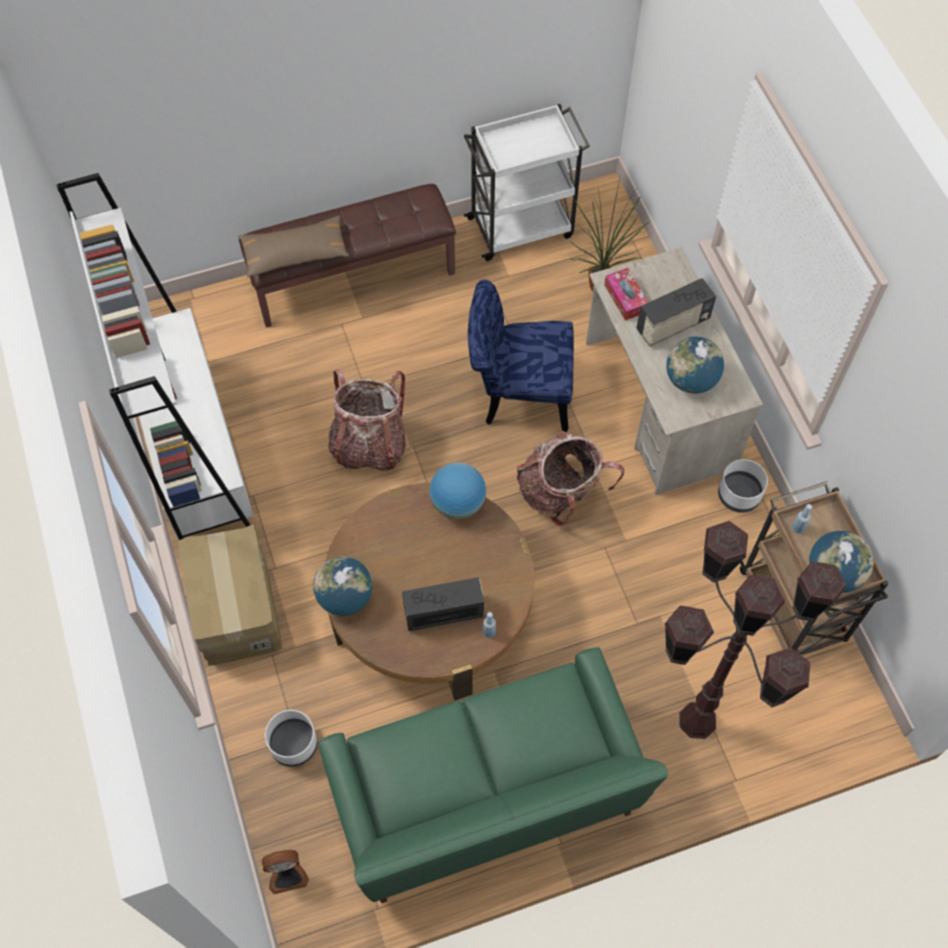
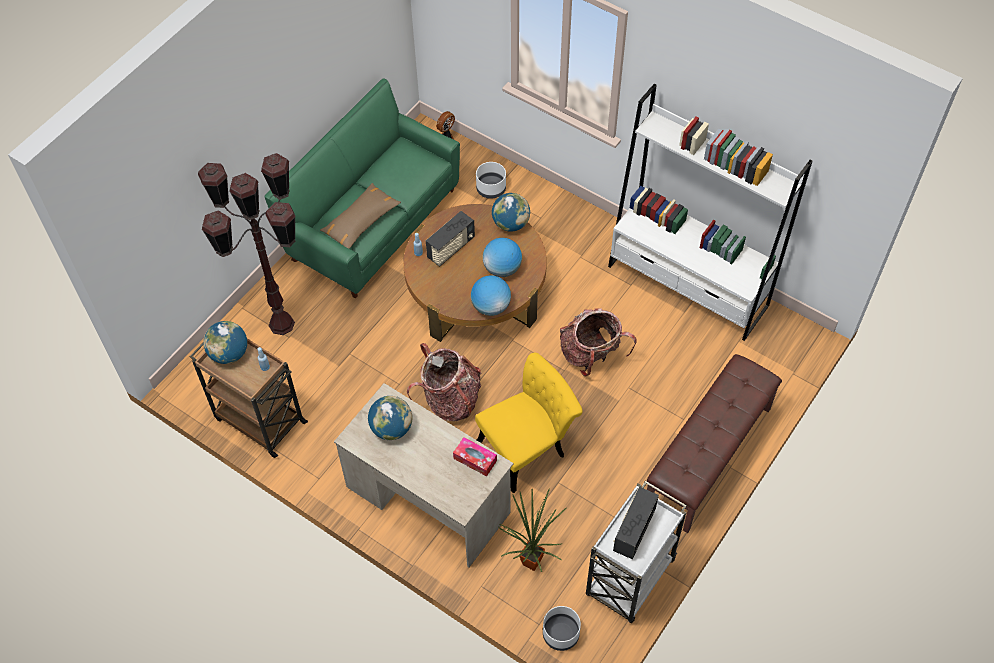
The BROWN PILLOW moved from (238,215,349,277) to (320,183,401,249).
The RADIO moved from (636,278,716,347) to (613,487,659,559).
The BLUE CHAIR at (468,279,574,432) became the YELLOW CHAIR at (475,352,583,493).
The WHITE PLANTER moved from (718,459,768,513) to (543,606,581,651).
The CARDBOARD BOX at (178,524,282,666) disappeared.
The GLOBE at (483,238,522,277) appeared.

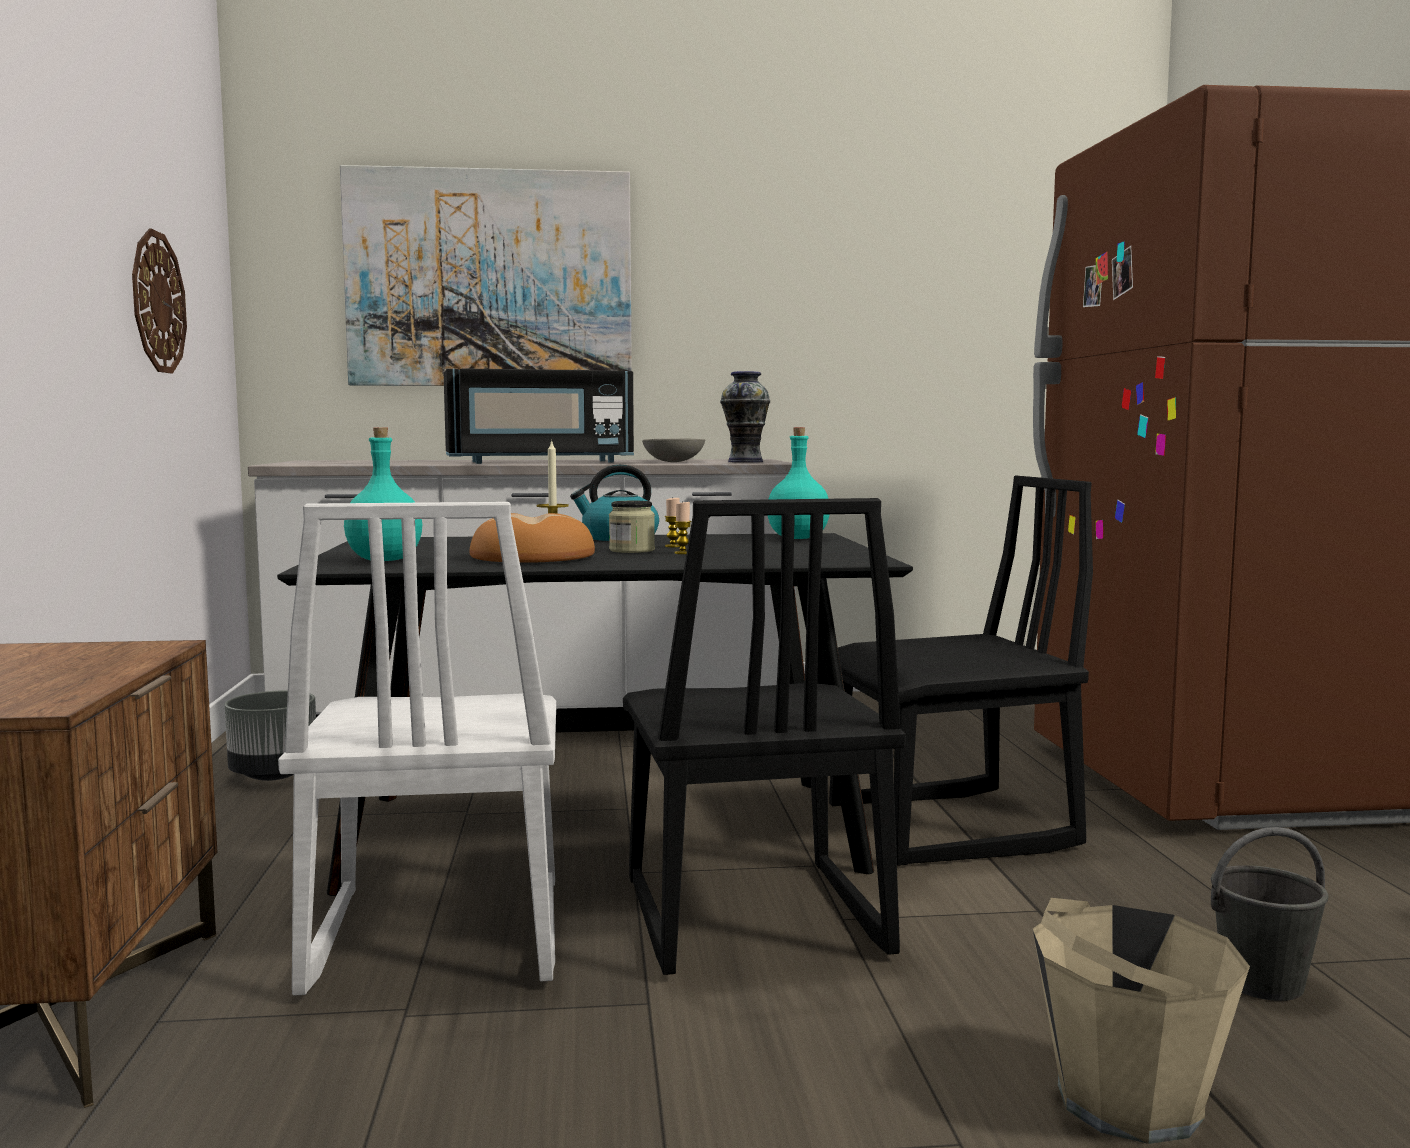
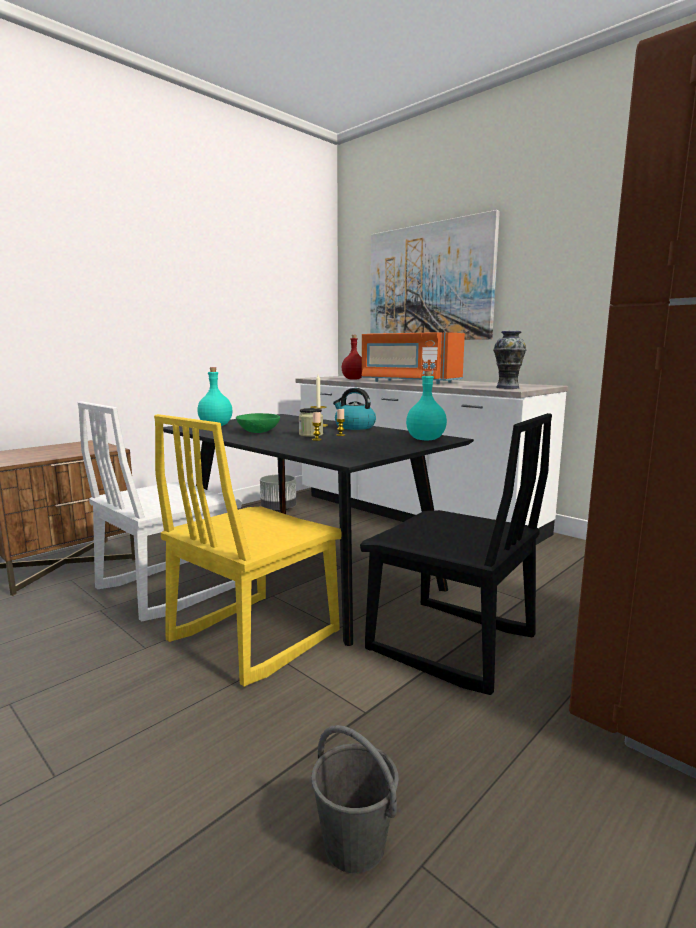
The WALL CLOCK at (132,229,187,373) disappeared.
The BLACK MICROWAVE at (444,368,634,464) became the ORANGE MICROWAVE at (362,332,465,384).
The GREY BOWL at (642,439,705,462) disappeared.
The BLACK CHAIR at (623,498,906,975) became the YELLOW CHAIR at (154,414,341,687).
The BREAD at (469,513,595,563) was replaced by the GREEN BOWL at (236,413,280,433).
The BEIGE BUCKET at (1033,898,1250,1144) disappeared.
The RED BOTTLE at (342,335,362,380) appeared.

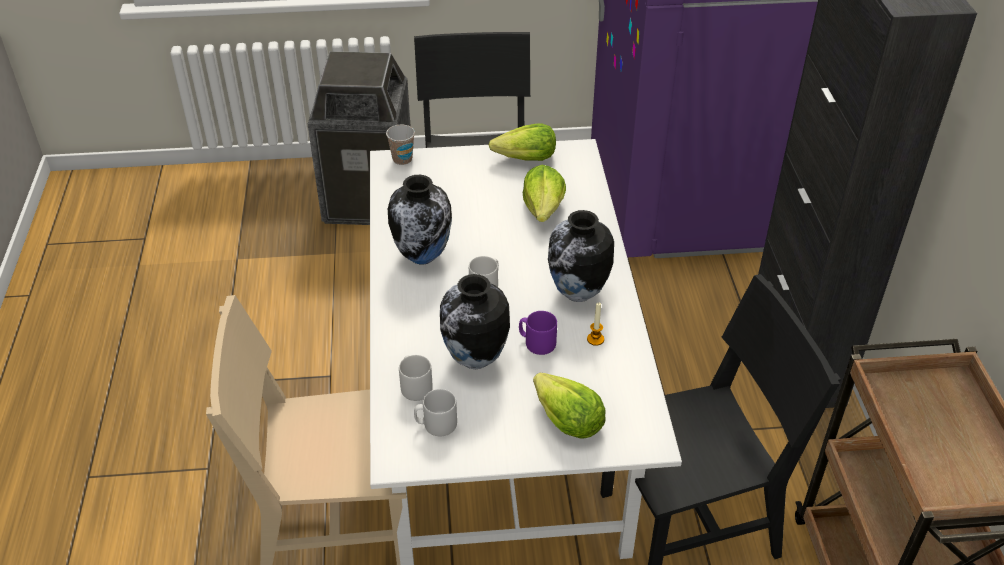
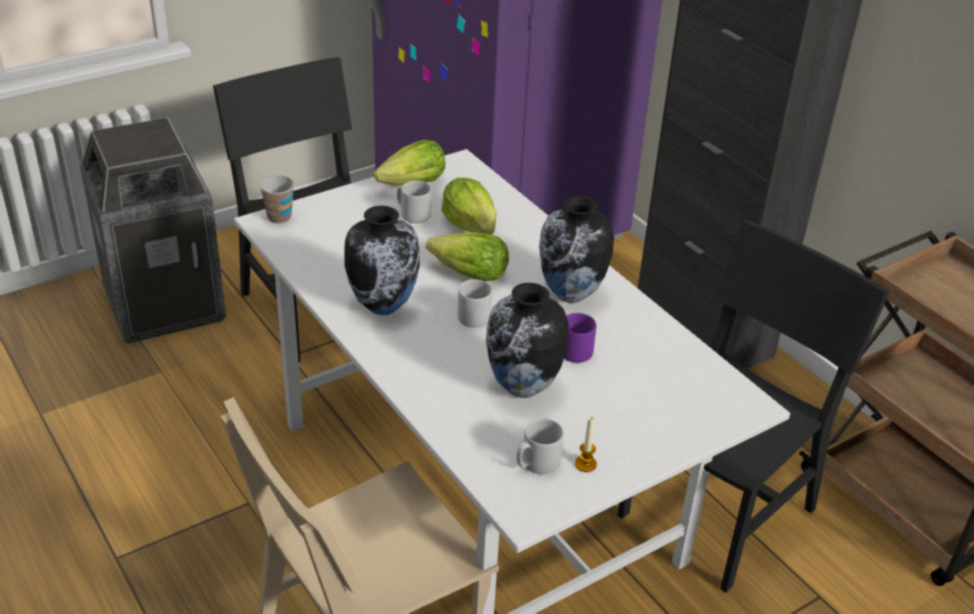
The CANDLE moved from (587,303,604,346) to (575,417,597,472).
The GREY MUG moved from (399,355,433,401) to (397,181,432,223).
The LETTUCE moved from (533,373,606,439) to (426,232,509,281).

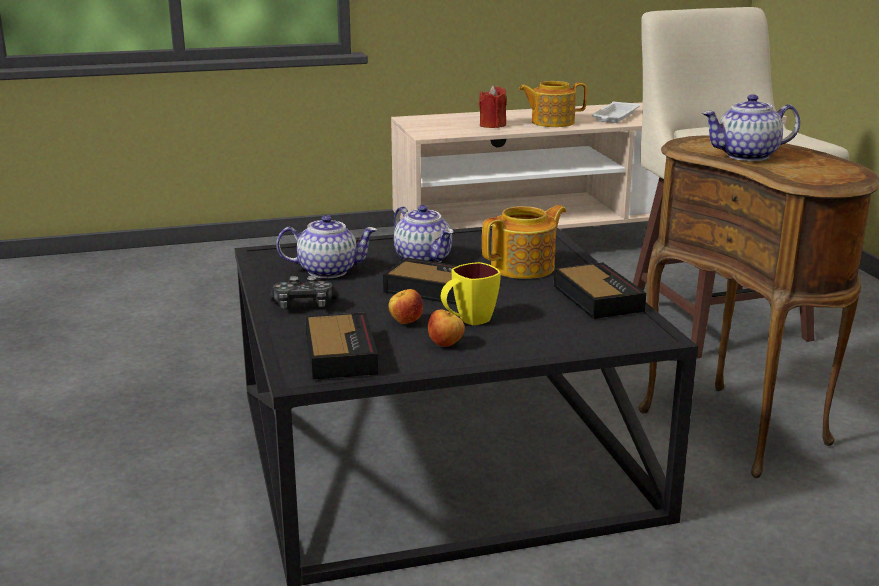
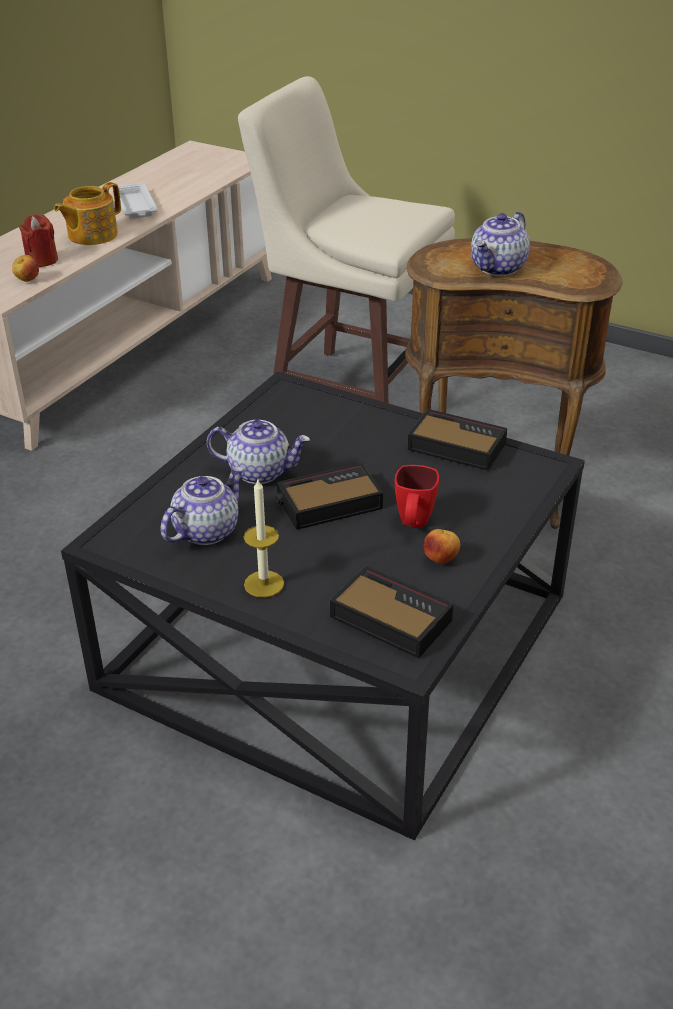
The TEAPOT at (482,205,566,279) disappeared.
The YELLOW MUG at (441,262,501,325) became the RED MUG at (395,465,439,527).
The GAME CONTROLLER at (270,276,339,308) was replaced by the CANDLE at (244,480,284,598).
The APPLE moved from (389,289,423,324) to (12,255,39,282).

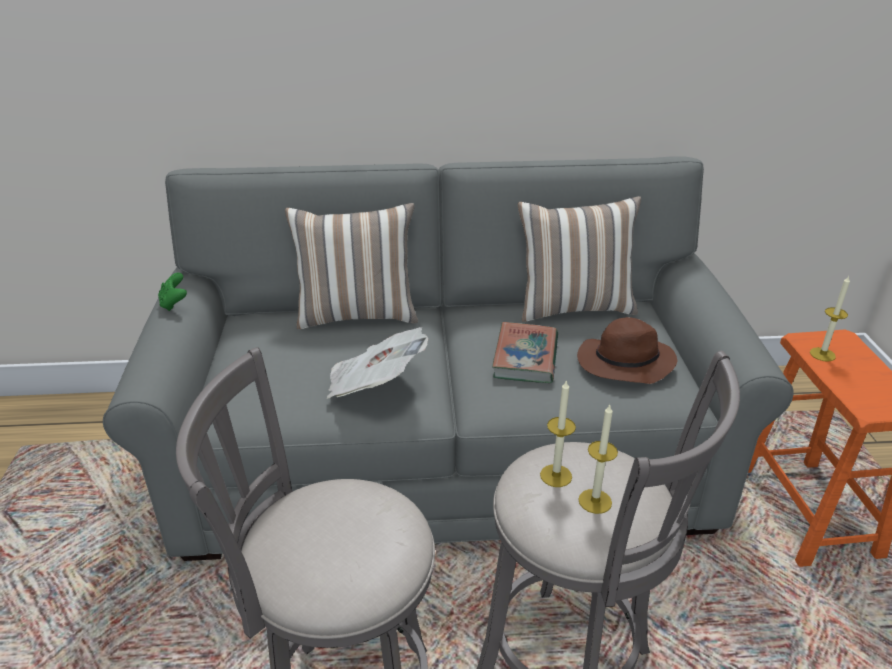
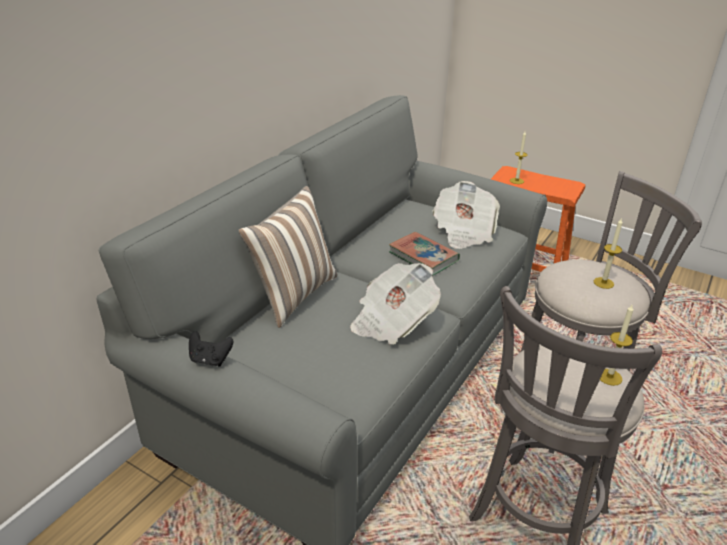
The PILLOW at (518,196,641,322) disappeared.
The GREEN GAME CONTROLLER at (158,273,187,311) became the BLACK GAME CONTROLLER at (189,331,233,366).
The BROWN HAT at (577,317,677,384) was replaced by the NEWSPAPER at (433,181,500,249).
The CANDLE moved from (540,380,576,487) to (600,305,633,386).

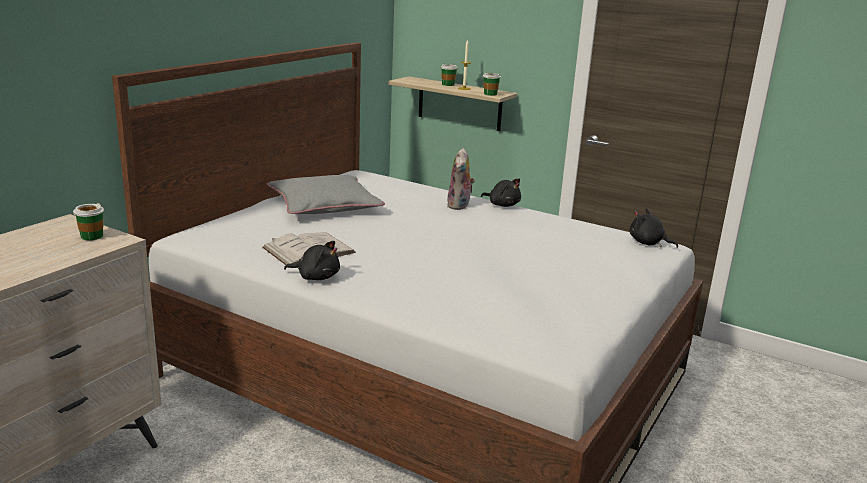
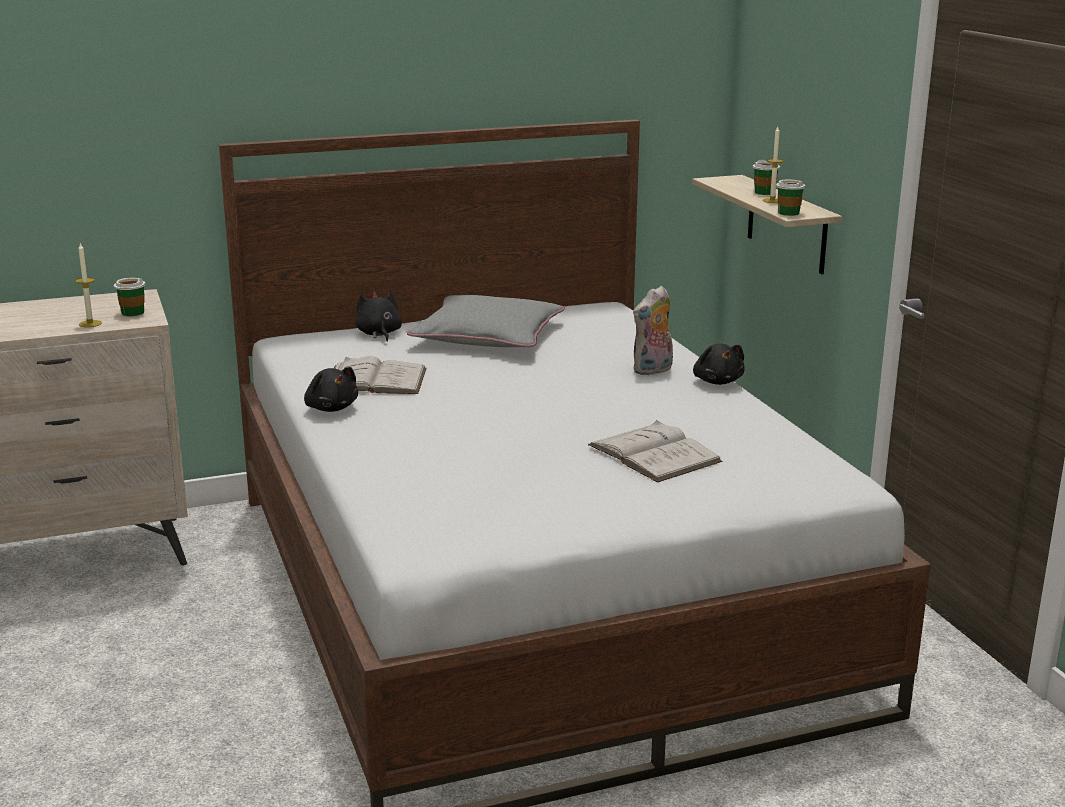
The BLACK PLUSH TOY moved from (629,208,678,248) to (356,291,402,342).
The CANDLE at (75,244,102,327) appeared.
The WHITE BOOK at (588,420,722,482) appeared.

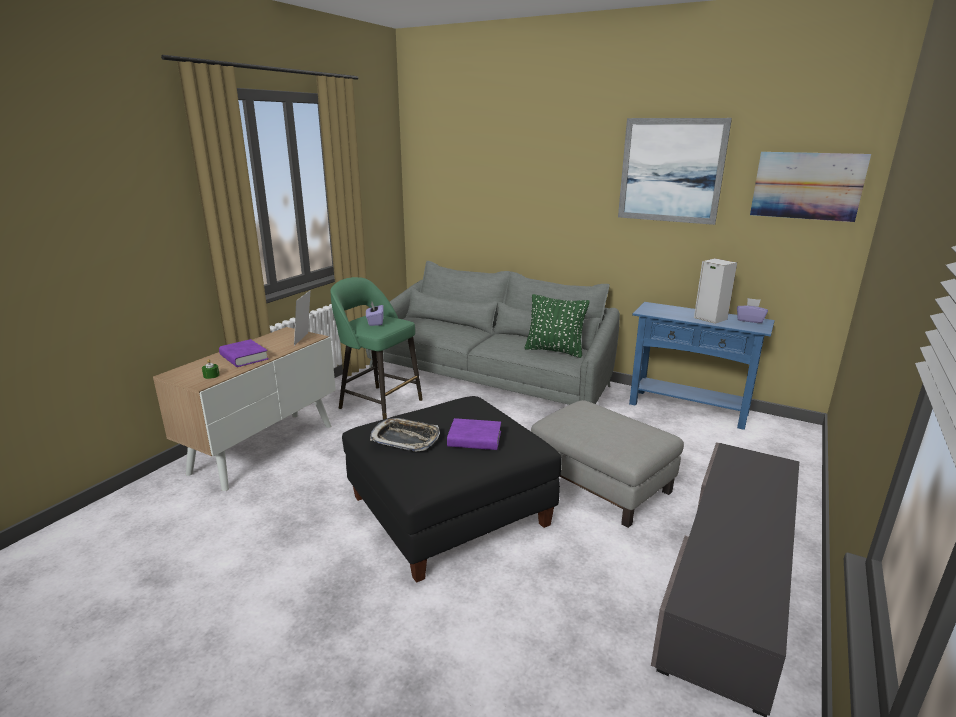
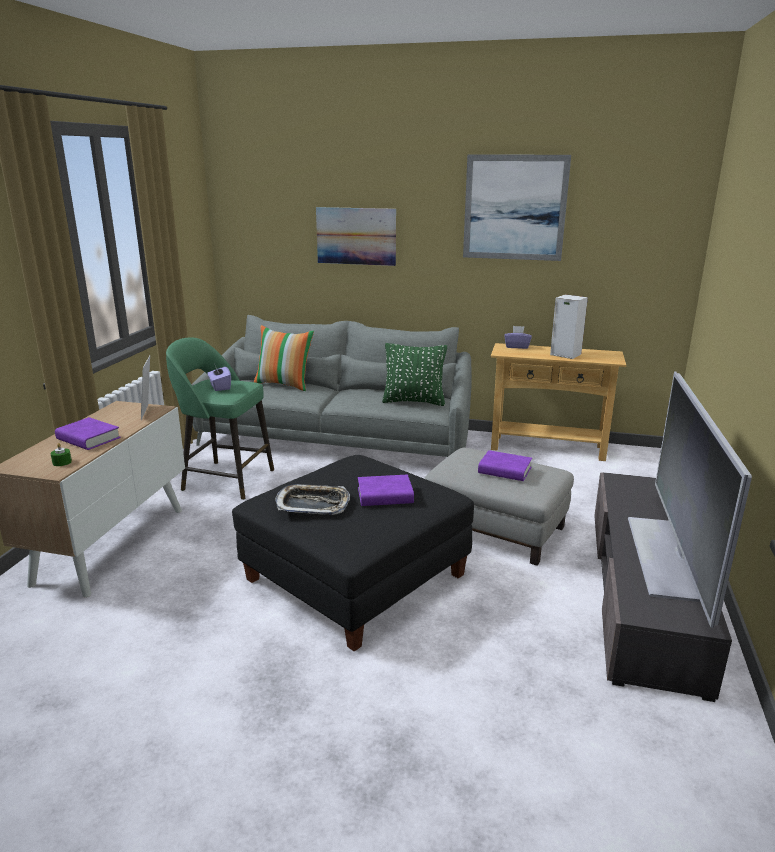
The PICTURE moved from (750,152,871,222) to (316,207,396,266).
The PURPLE TISSUE BOX moved from (737,298,768,323) to (504,326,532,349).
The BLUE CONSOLE TABLE at (629,302,775,430) became the BEIGE CONSOLE TABLE at (490,343,626,461).
The PILLOW at (254,325,314,391) appeared.
The TELEVISION at (628,372,752,628) appeared.
The PURPLE BOOK at (478,450,532,481) appeared.

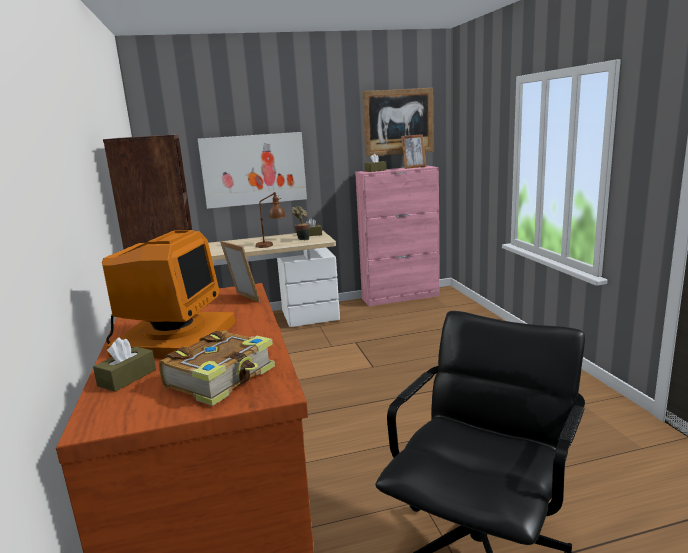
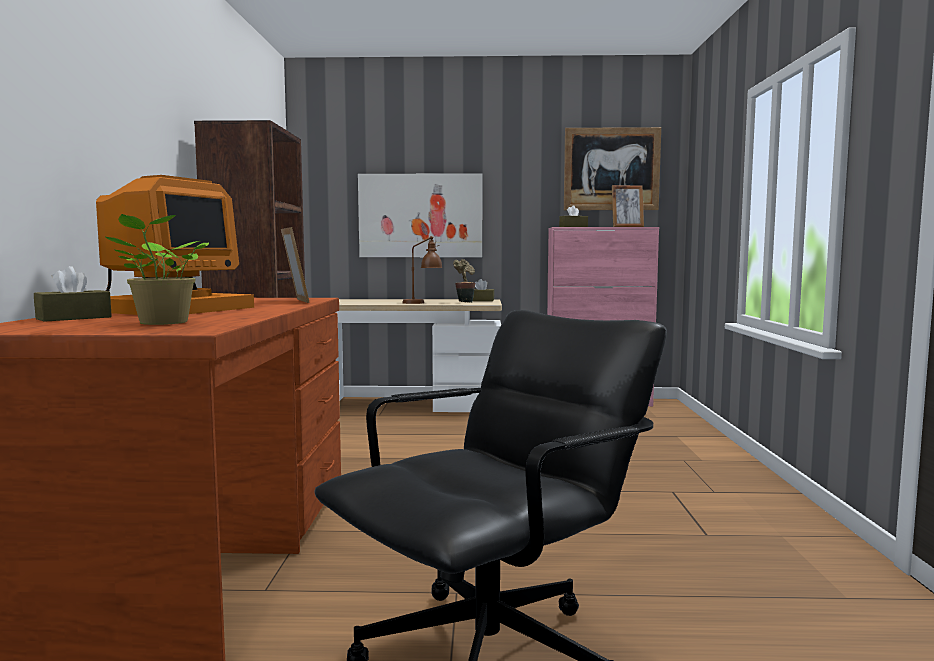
The BOOK at (159,330,275,406) was replaced by the POTTED PLANT at (104,214,209,325).

